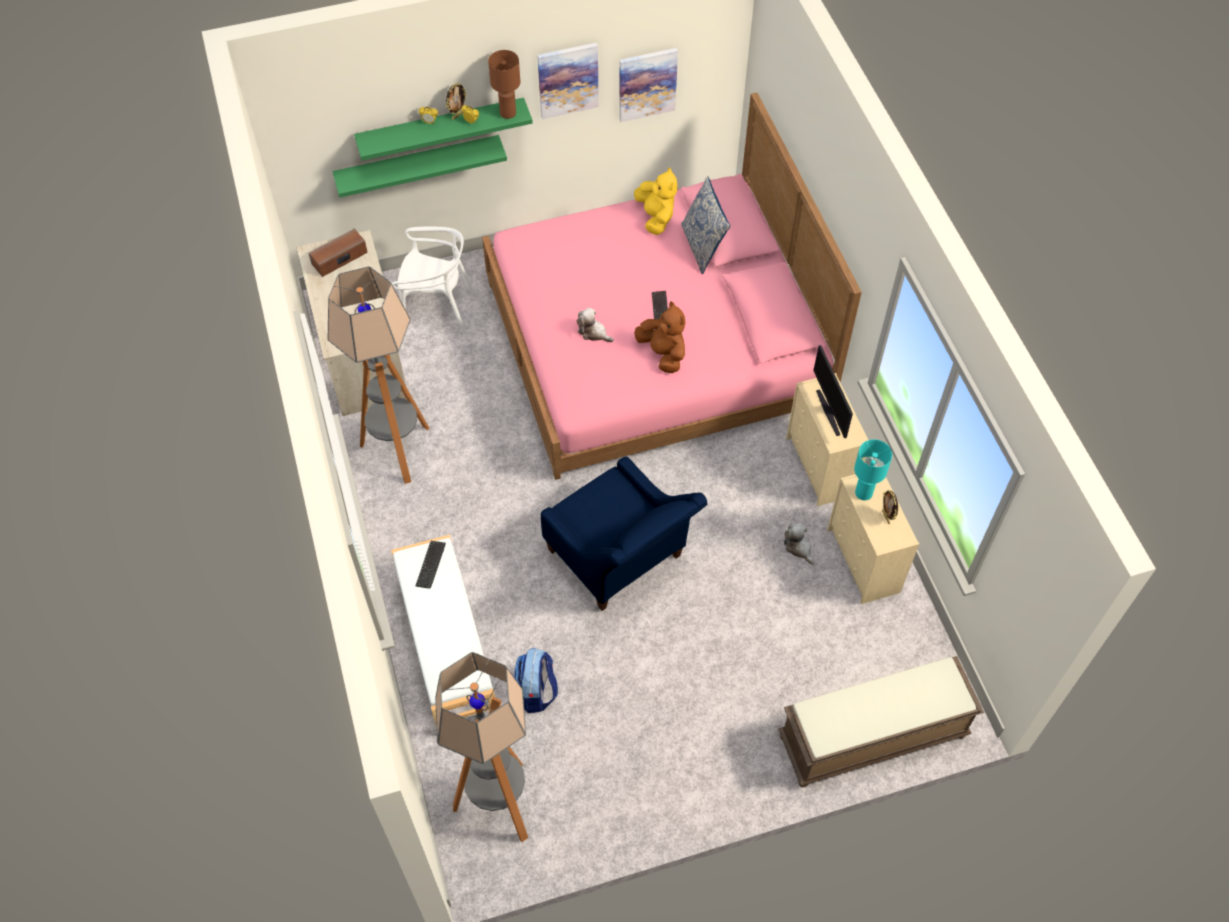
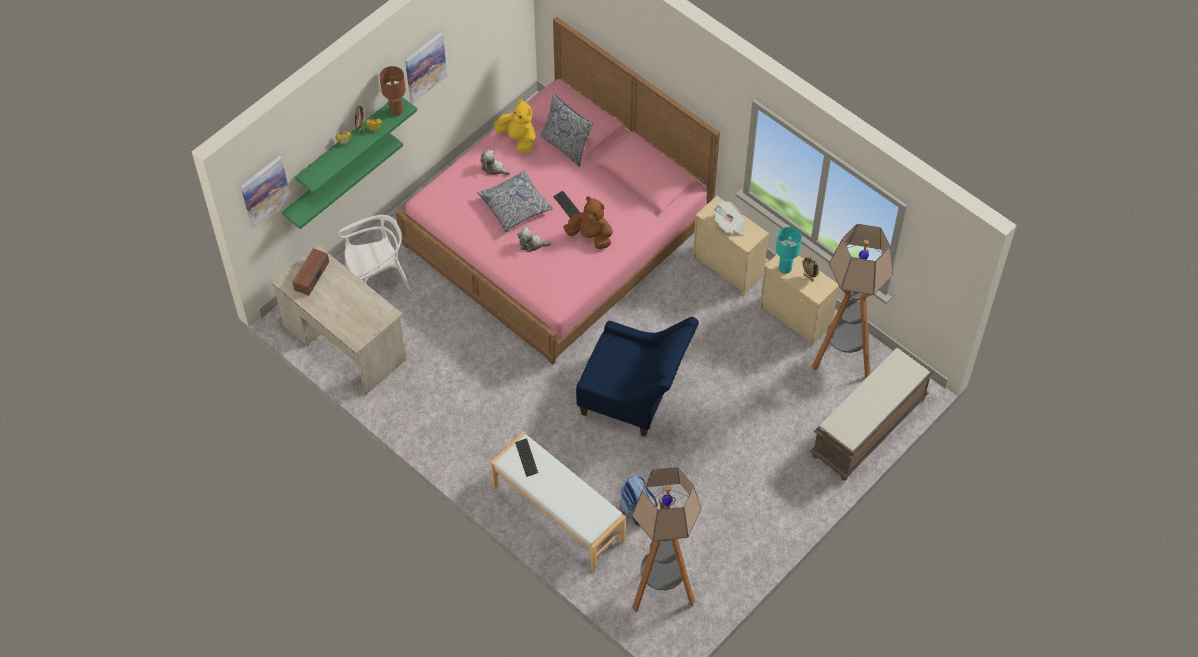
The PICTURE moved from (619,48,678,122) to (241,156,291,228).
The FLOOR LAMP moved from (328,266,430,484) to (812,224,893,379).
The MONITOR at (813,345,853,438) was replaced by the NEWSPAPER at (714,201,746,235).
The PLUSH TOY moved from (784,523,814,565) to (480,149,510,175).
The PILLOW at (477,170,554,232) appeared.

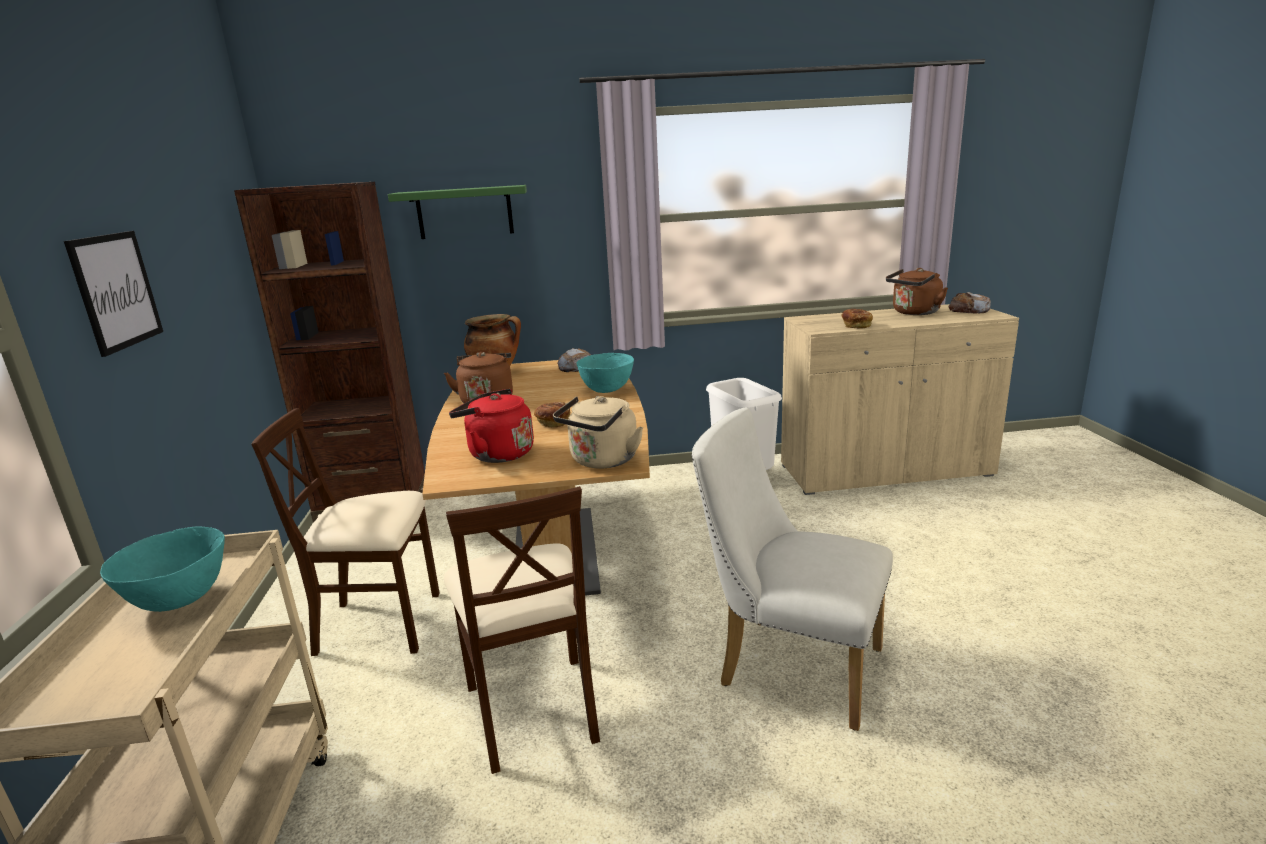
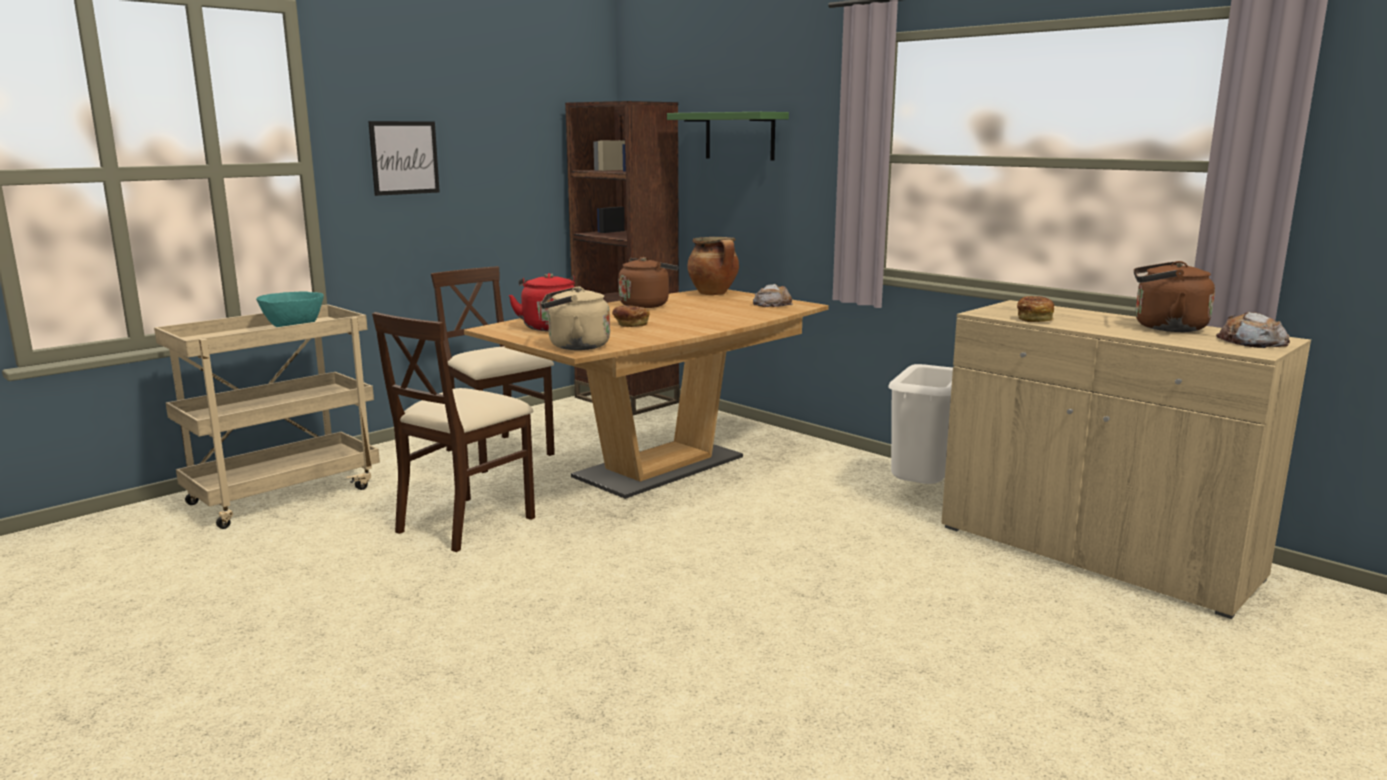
The TURQUOISE BOWL at (576,353,634,393) disappeared.
The WHITE CHAIR at (691,407,893,731) disappeared.

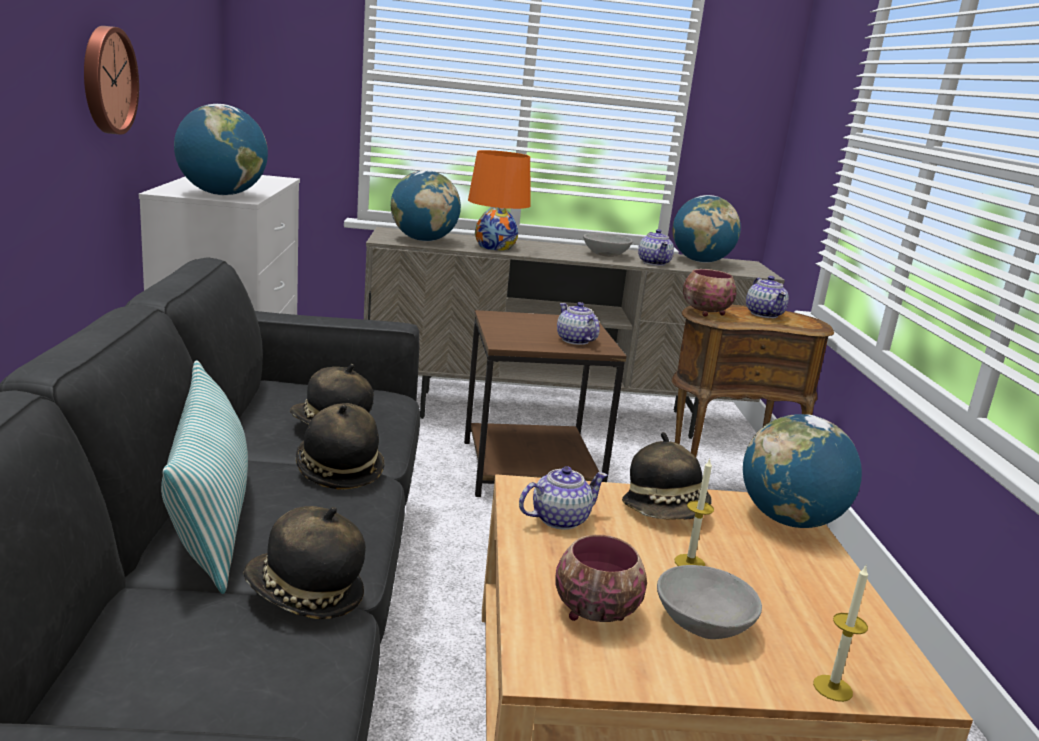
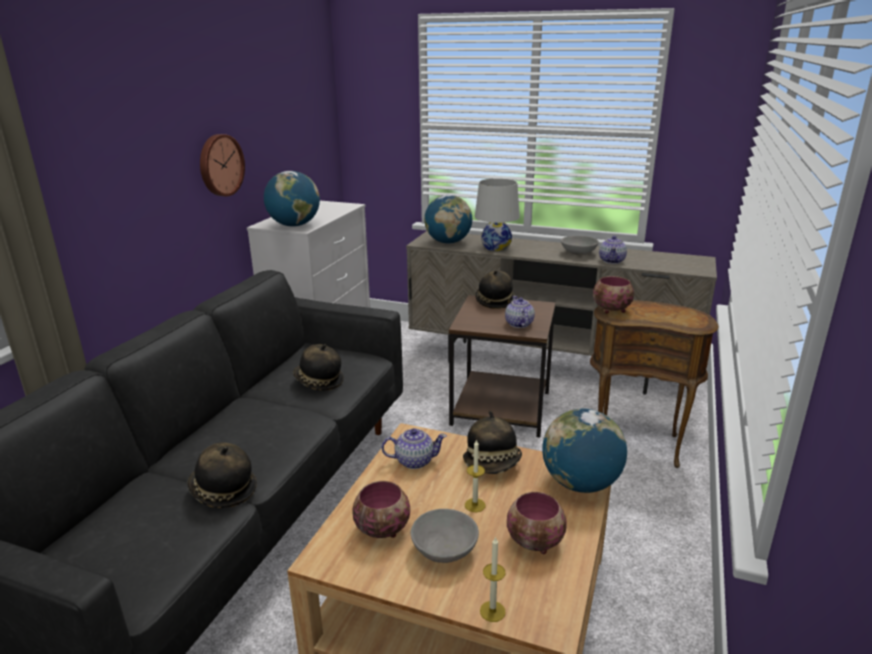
The ORANGE TABLE LAMP at (468,150,531,251) became the WHITE TABLE LAMP at (475,178,520,251).
The GLOBE at (673,195,741,263) disappeared.
The TEAPOT at (746,276,789,318) disappeared.
The PILLOW at (161,360,248,594) disappeared.
The HAT moved from (296,403,384,490) to (475,270,515,309).
The BOWL at (507,492,566,554) appeared.

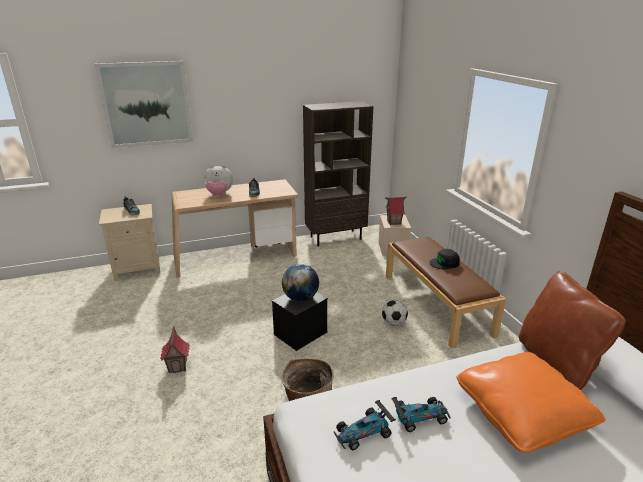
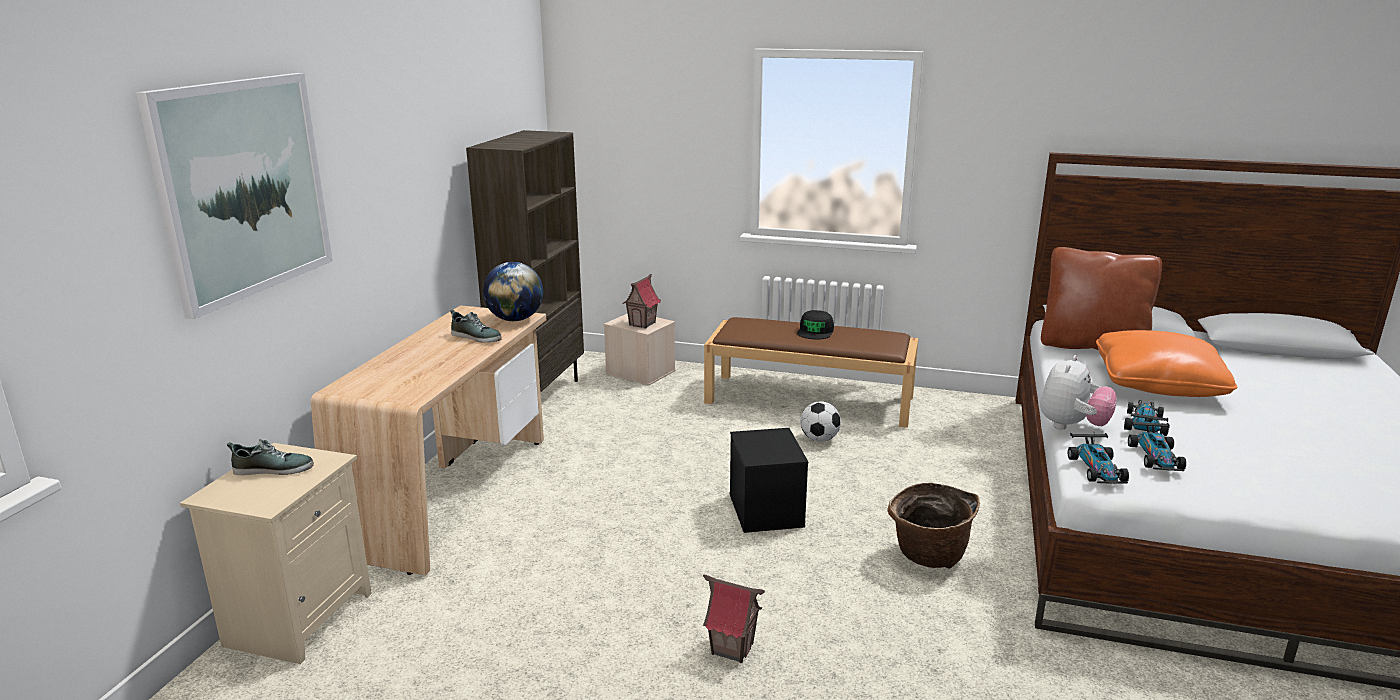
The PLUSH TOY moved from (205,165,233,196) to (1040,355,1117,430).
The GLOBE moved from (282,264,319,302) to (483,262,543,321).
The TOY CAR at (1067,433,1129,484) appeared.

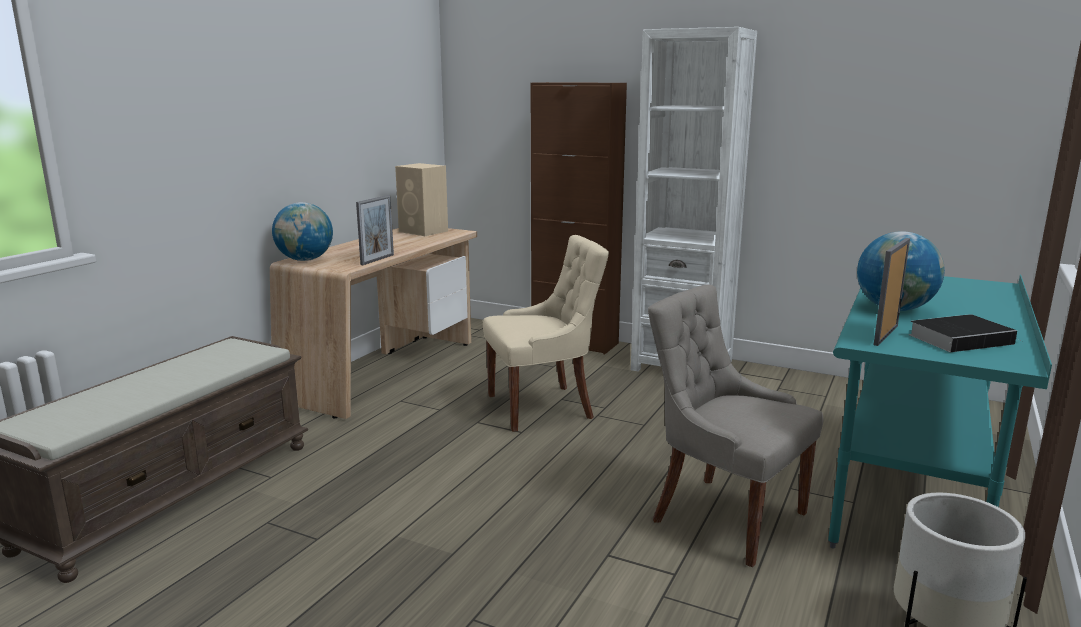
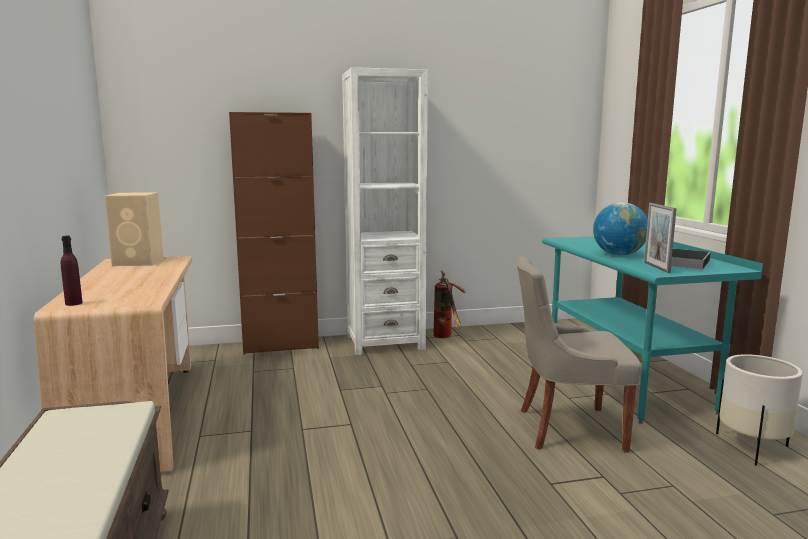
The PICTURE FRAME at (356,195,394,265) disappeared.
The GLOBE at (272,202,333,261) was replaced by the PURPLE BOTTLE at (61,236,83,306).
The BEIGE CHAIR at (483,235,609,432) disappeared.
The FIRE EXTINGUISHER at (433,270,466,338) appeared.

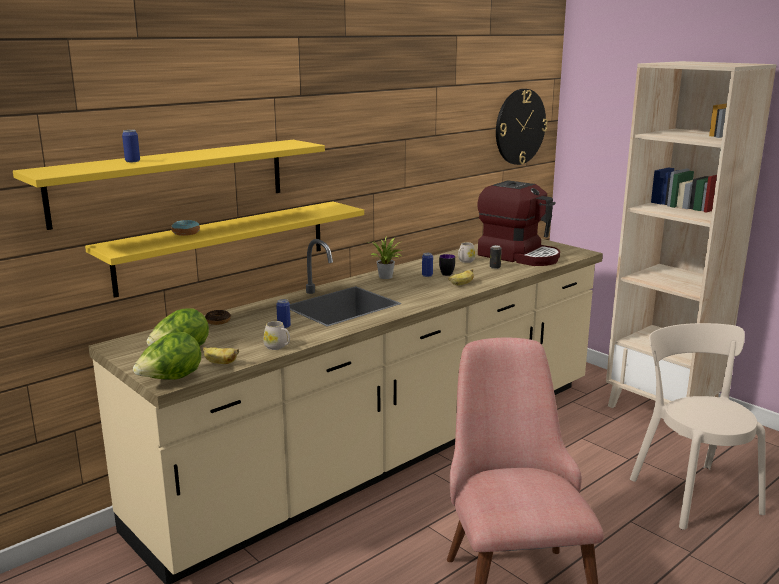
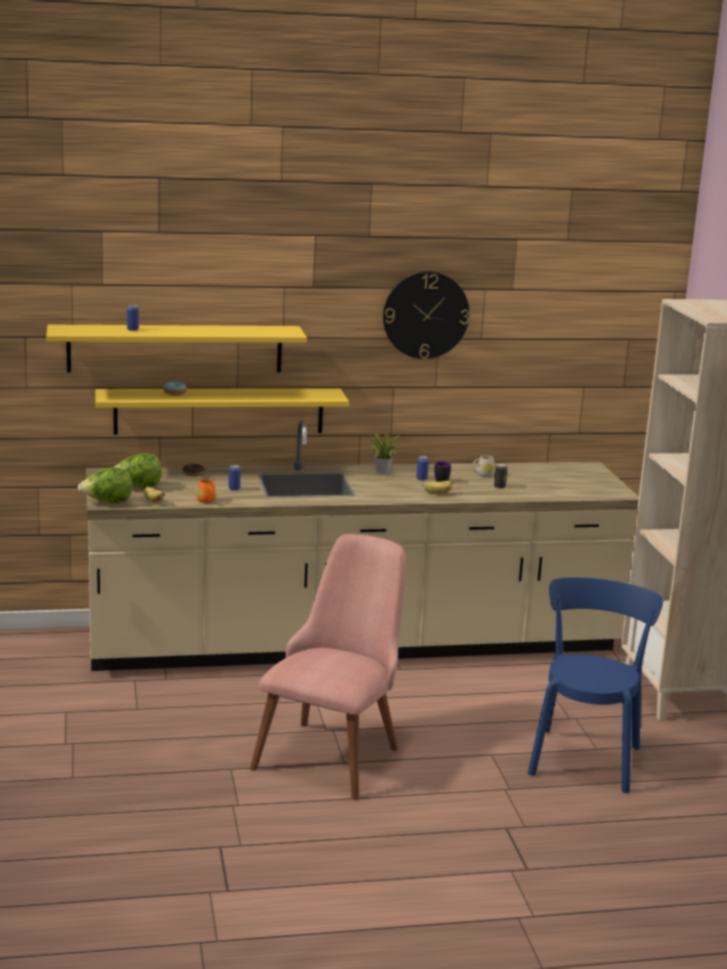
The WALL CLOCK moved from (496,89,548,165) to (383,272,470,359).
The COFFEE MACHINE at (477,180,560,266) disappeared.
The WHITE MUG at (263,321,290,350) became the ORANGE MUG at (196,479,216,503).
The BEIGE CHAIR at (630,323,766,530) became the BLUE CHAIR at (528,577,663,793).

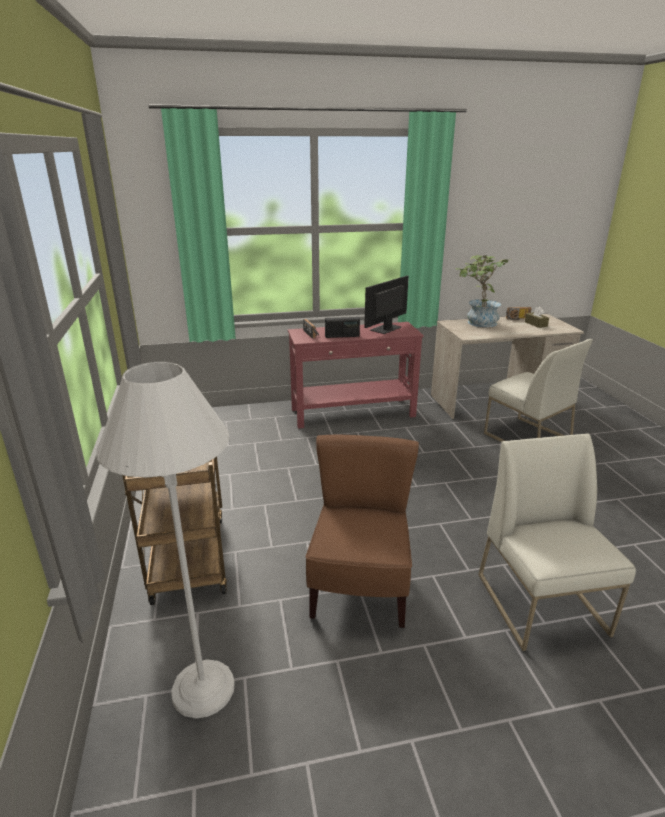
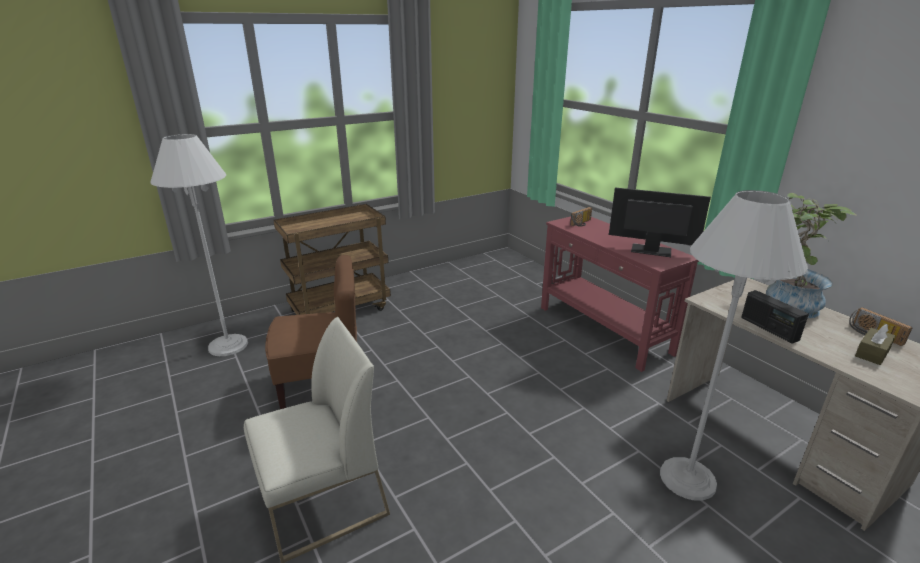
The RADIO moved from (325,317,360,338) to (741,290,809,344).
The WHITE CHAIR at (484,339,593,442) was replaced by the WHITE FLOOR LAMP at (660,190,808,501).

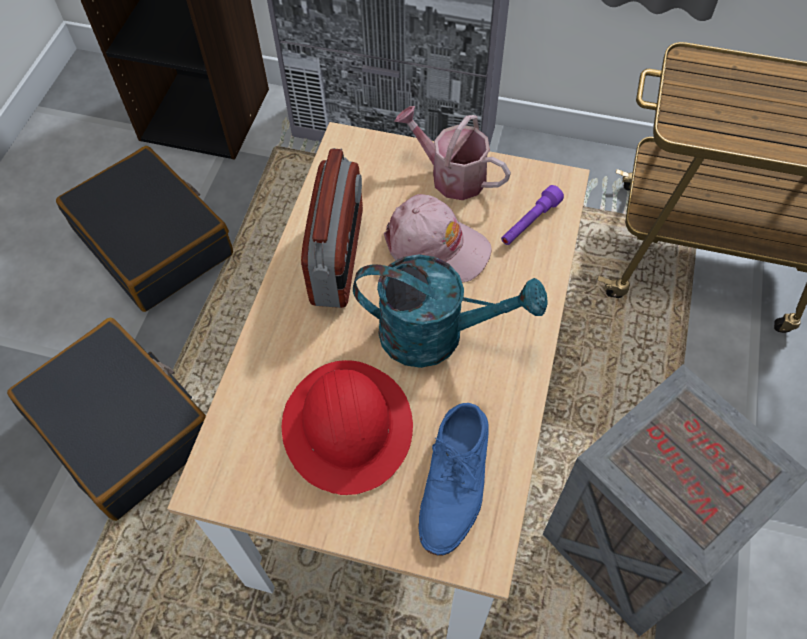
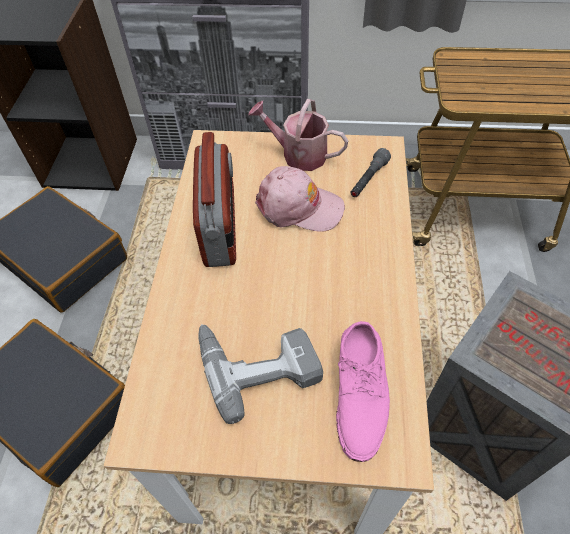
The PURPLE FLASHLIGHT at (501,185,564,245) became the GREY FLASHLIGHT at (350,148,391,197).
The TURQUOISE WATERING CAN at (353,254,548,368) disappeared.
The RED HARD HAT at (282,360,413,495) was replaced by the POWER DRILL at (199,324,323,424).
The BLUE SHOE at (419,403,488,555) became the PINK SHOE at (336,321,390,462).

